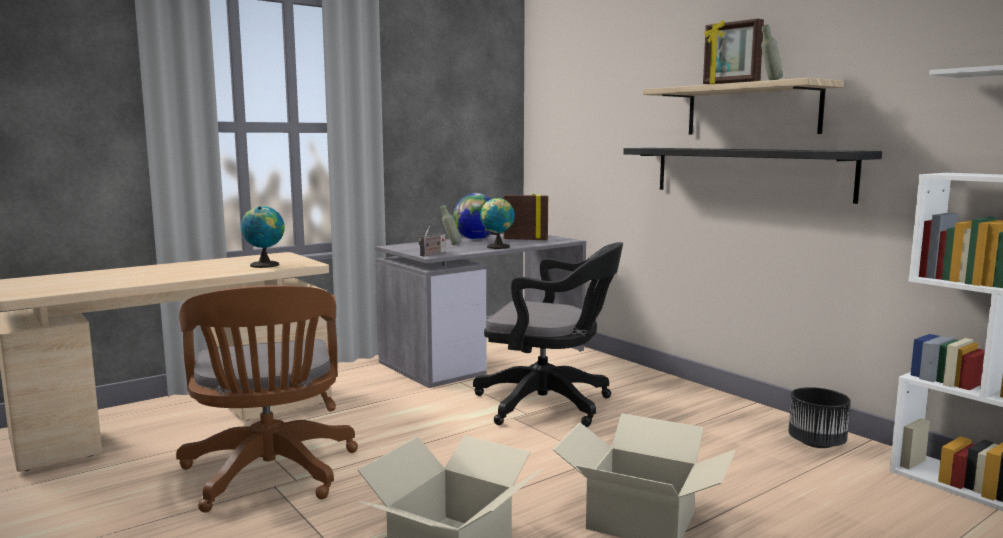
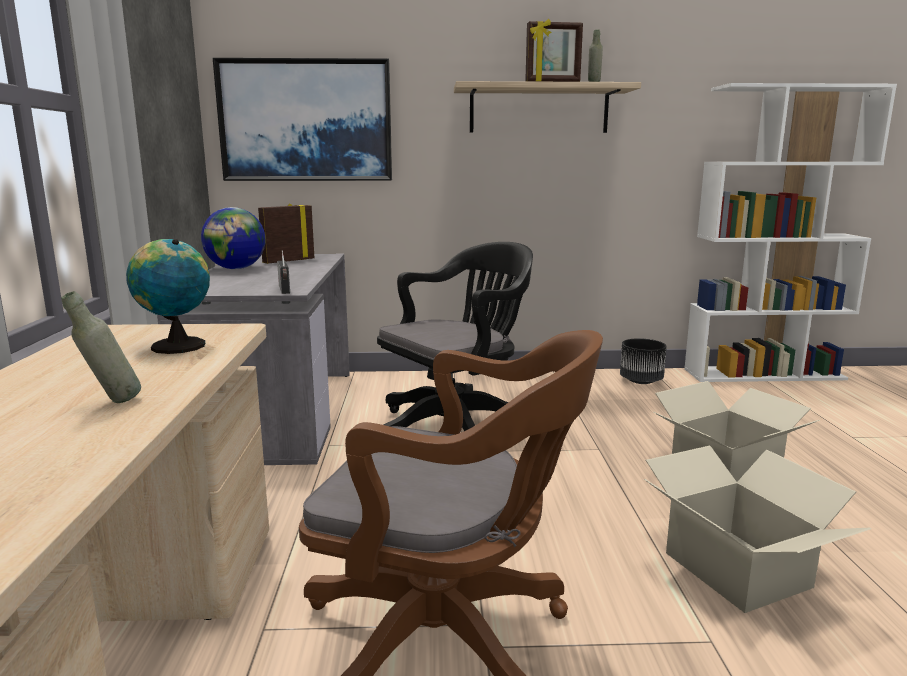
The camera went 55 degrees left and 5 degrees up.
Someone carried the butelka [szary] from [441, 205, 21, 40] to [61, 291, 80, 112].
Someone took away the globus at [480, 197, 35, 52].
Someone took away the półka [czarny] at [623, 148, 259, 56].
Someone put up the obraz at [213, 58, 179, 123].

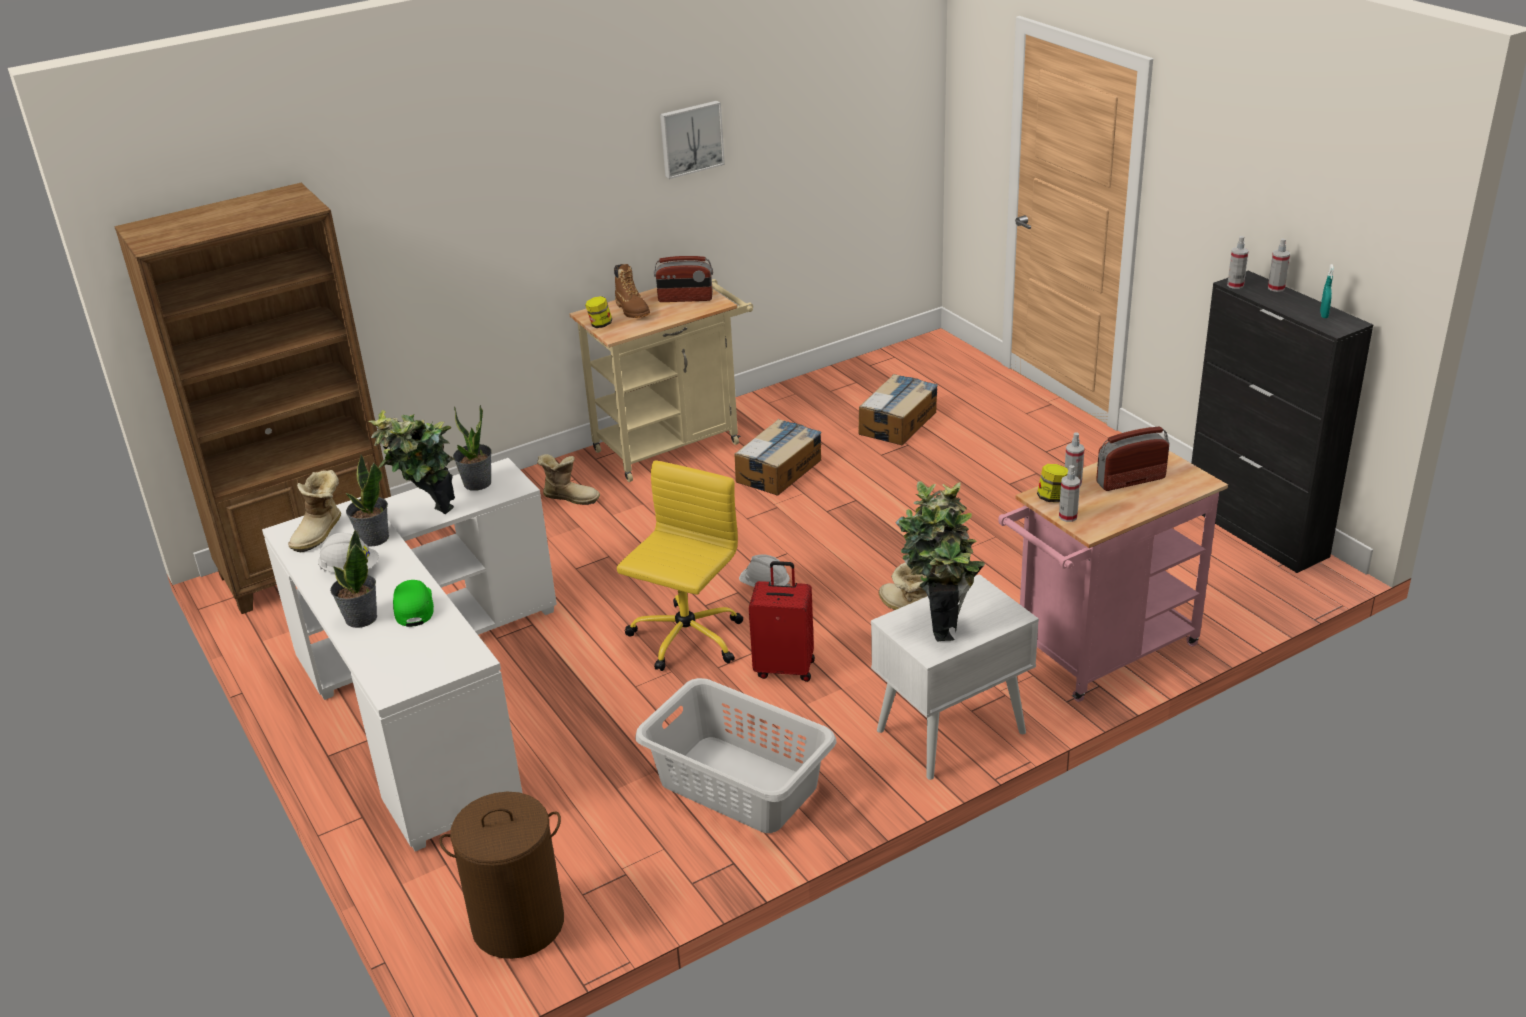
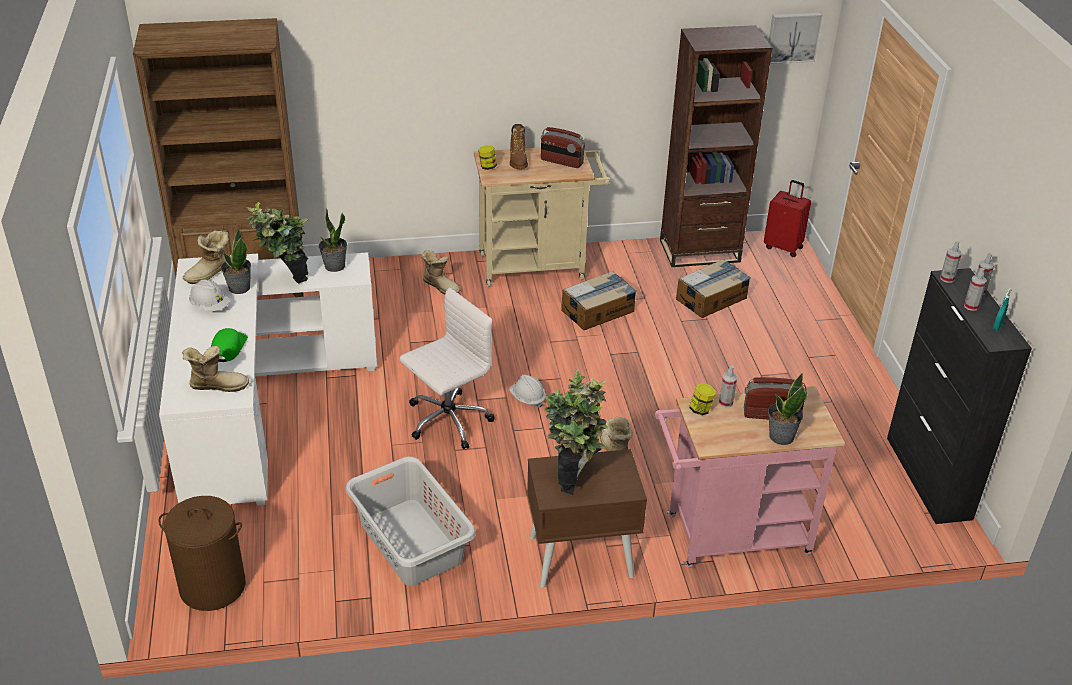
The camera went 20 degrees right and 5 degrees up.
Someone carried the roślina doniczkowa from [330, 530, 47, 98] to [768, 374, 39, 71].
Someone repainted the krzesło biurowe [żółty] at [617, 461, 126, 210], which became the krzesło biurowe [biały] at [400, 287, 95, 163].
Someone carried the obraz from [660, 101, 65, 78] to [769, 13, 54, 51].
Someone carried the walizka [czerwony] from [749, 561, 66, 121] to [764, 180, 47, 77].
Someone repainted the szafka nocna [biały] at [871, 574, 168, 206], which became the szafka nocna [brązowy] at [527, 449, 120, 139].
Someone carried the spryskiwacz from [1059, 465, 21, 57] to [964, 268, 23, 43].
Someone put down the but z cholewką at [182, 346, 67, 46].
Someone put down the regał [brązowy] at [660, 25, 112, 242].

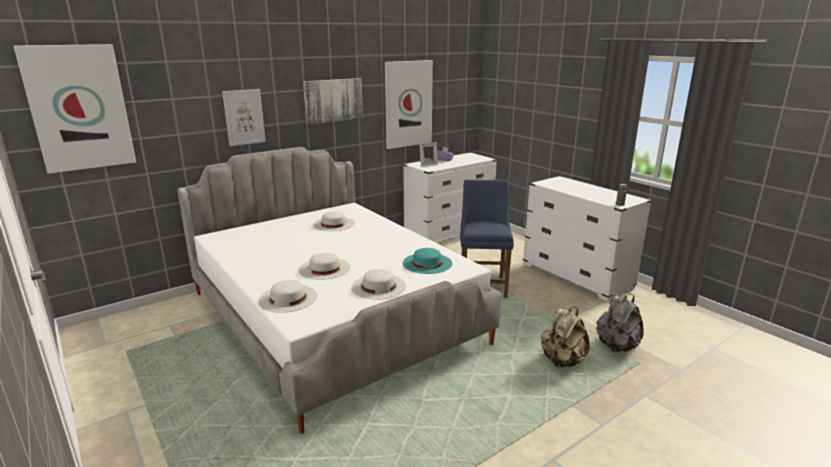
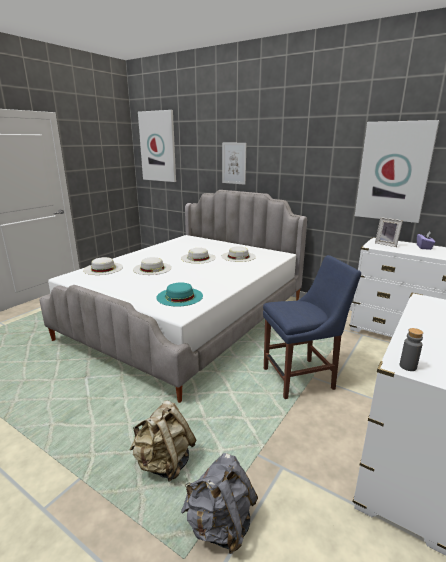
The camera went 70 degrees right and 0 degrees up.
Someone took away the obraz at [303, 78, 60, 46].
Someone carried the kapelusz [biały] from [351, 269, 55, 31] to [181, 248, 35, 15].

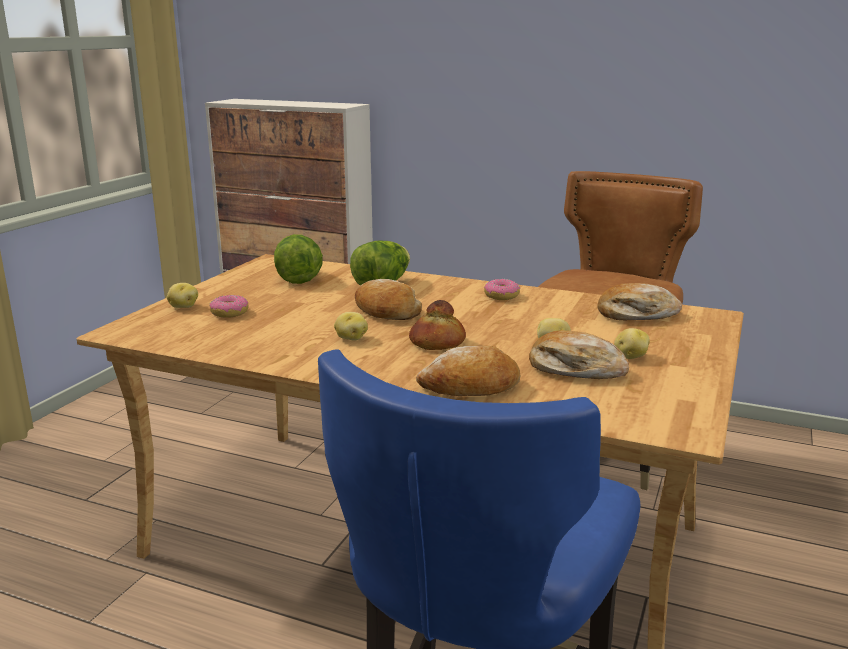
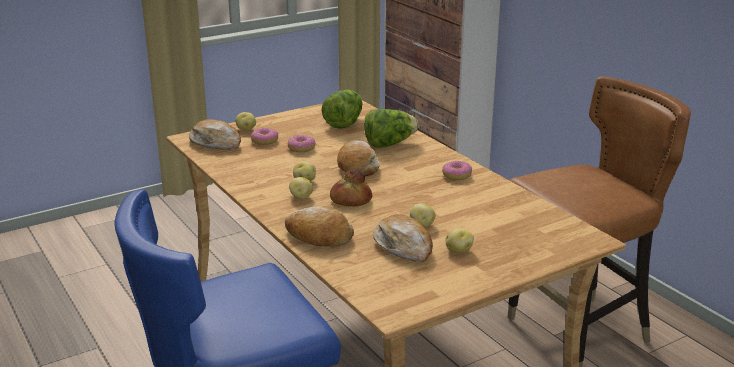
The camera went 35 degrees right and 5 degrees up.
Someone carried the chleb from [598, 283, 84, 37] to [189, 119, 52, 31].
Someone put down the donut at [288, 135, 28, 17].
Someone put down the ziemniak at [289, 177, 24, 22].

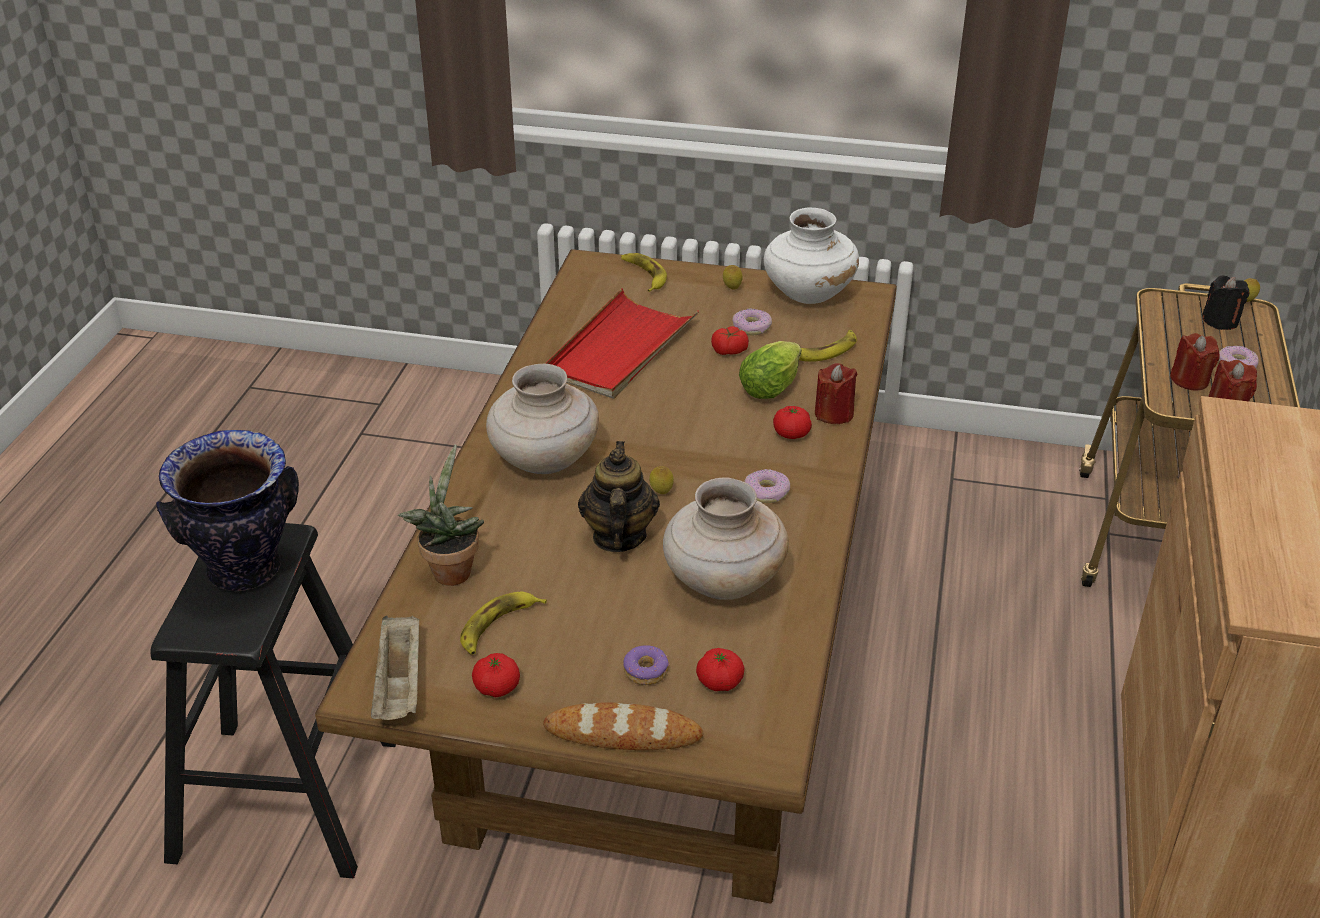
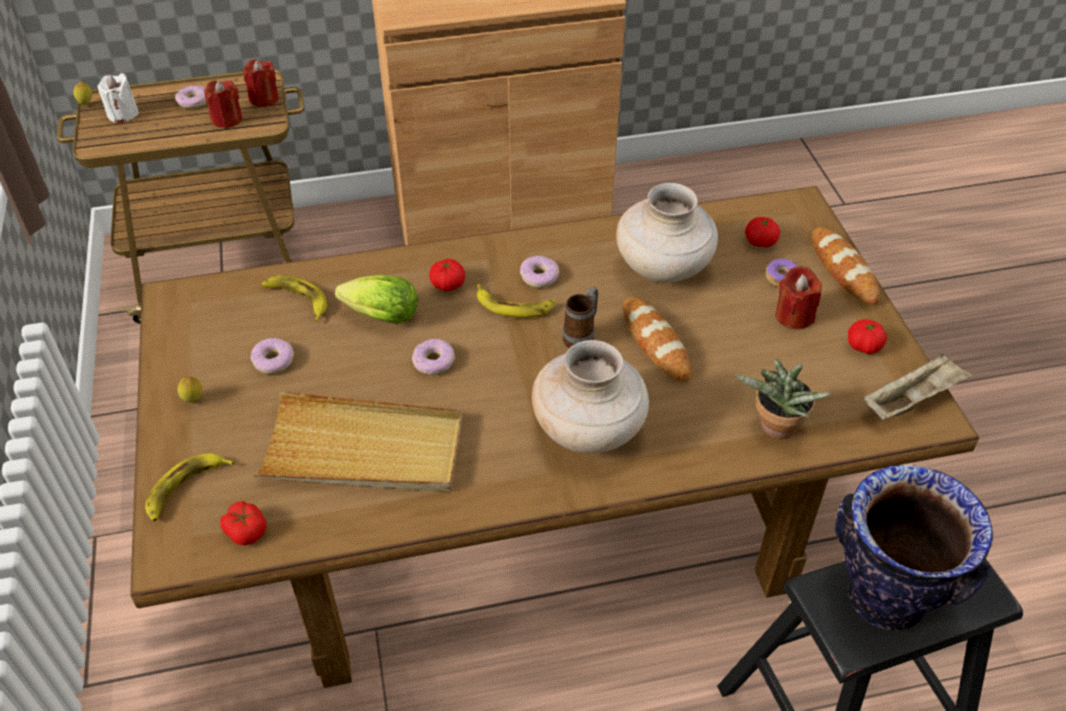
The camera went 115 degrees left and 10 degrees up.
Someone carried the banan from [460, 592, 87, 63] to [477, 284, 79, 34].
Someone repainted the taca [czerwony] at [545, 288, 154, 111], which became the taca [beżowy] at [253, 392, 209, 100].
Someone swapped the imbryk at [578, 441, 82, 111] for the chleb at [623, 297, 68, 85].
Someone swapped the cytryna at [649, 466, 25, 28] for the kubek at [563, 287, 35, 61].
Someone carried the pomidor from [711, 326, 38, 29] to [220, 501, 46, 44].
Someone took away the wazon [biały] at [764, 208, 95, 96].
Someone carried the świeca [czerwony] from [815, 363, 42, 61] to [776, 266, 46, 63].
Someone repainted the świeca [czarny] at [1202, 276, 48, 54], which became the świeca [biały] at [97, 73, 42, 50].
Someone put down the donut at [412, 339, 43, 36].

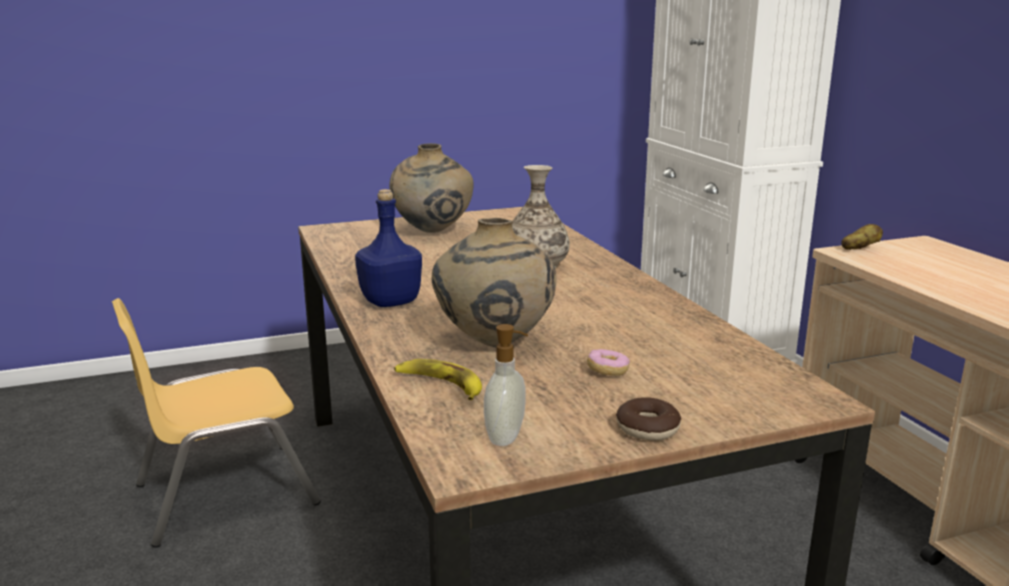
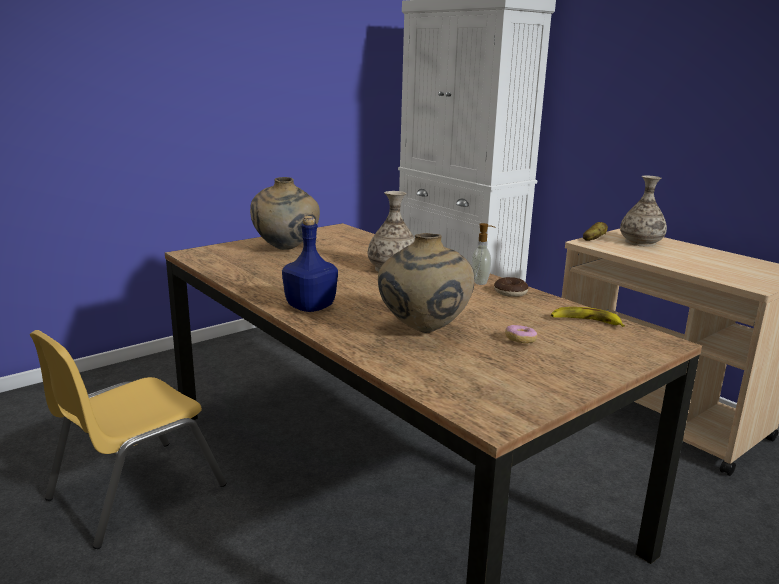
The camera went 20 degrees left and 0 degrees up.
Someone carried the banan from [394, 359, 88, 41] to [551, 307, 74, 20].
Someone carried the dozownik mydła from [484, 324, 44, 122] to [471, 223, 24, 62].
Someone carried the donut from [616, 397, 65, 44] to [494, 277, 34, 20].
Someone put down the wazon at [620, 176, 47, 71].

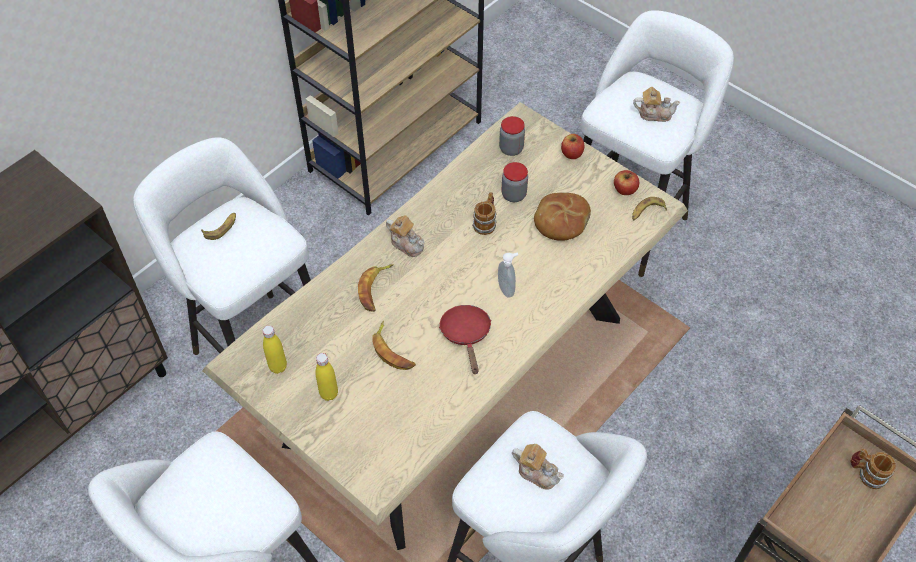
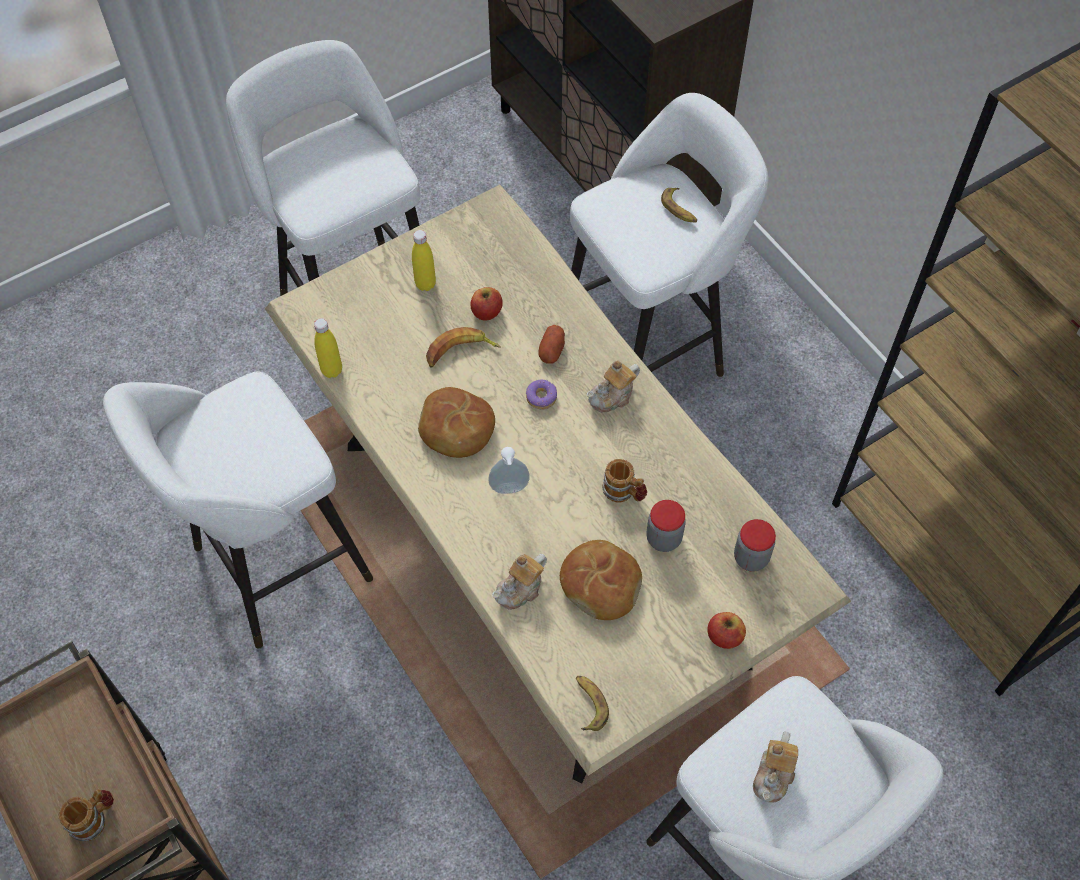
The camera went 105 degrees right and 5 degrees up.
Someone carried the butelka [żółty] from [262, 325, 25, 49] to [314, 318, 28, 60].
Someone swapped the banan at [358, 264, 36, 48] for the ziemniak at [539, 325, 26, 39].
Someone swapped the patelnia [czerwony] at [439, 305, 53, 69] for the chleb at [418, 387, 77, 71].
Someone carried the imbryk from [512, 444, 52, 45] to [492, 554, 55, 56].
Someone carried the jabłko from [614, 170, 25, 25] to [470, 287, 33, 34].
Someone put down the donut at [526, 380, 31, 30].

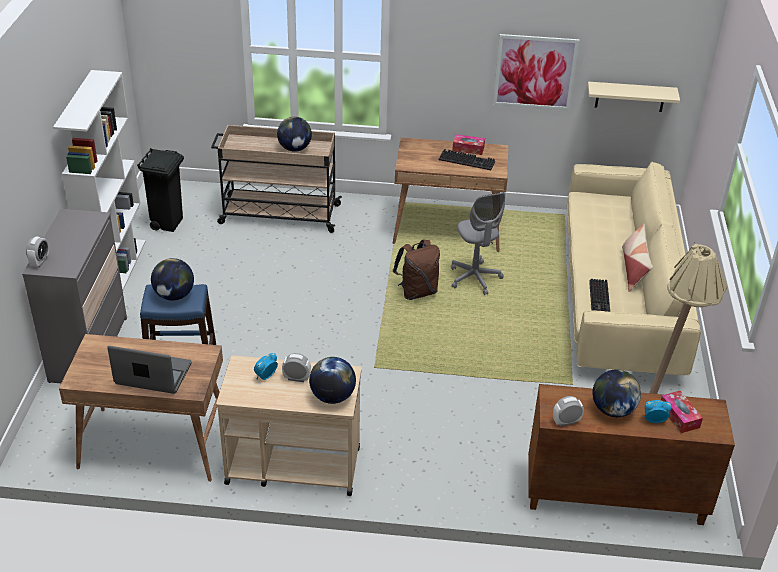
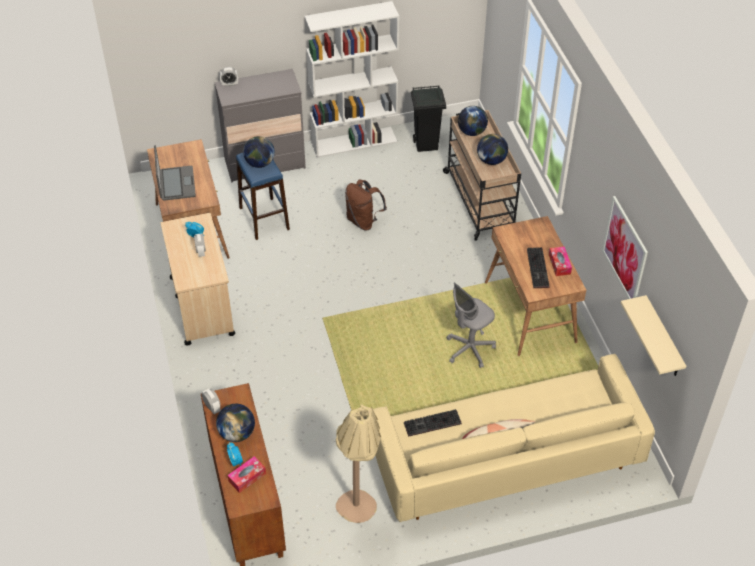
The camera went 70 degrees right and 10 degrees up.
Someone carried the globus from [309, 357, 47, 47] to [458, 106, 30, 30].
Someone carried the plecak [brązowy] from [393, 239, 47, 61] to [345, 180, 42, 50].

